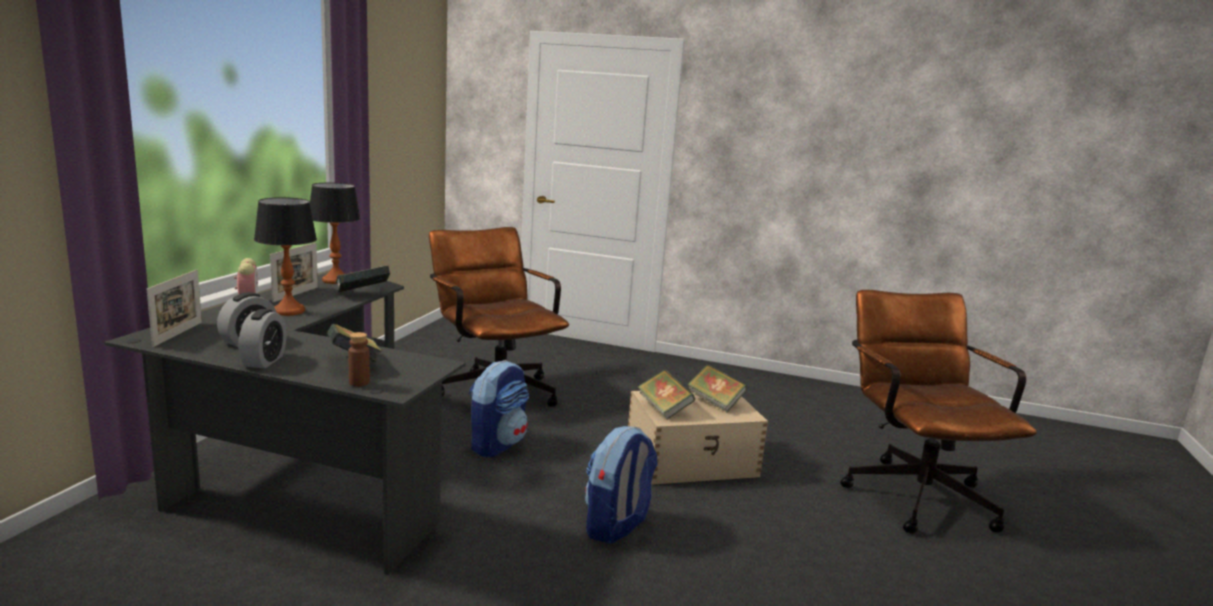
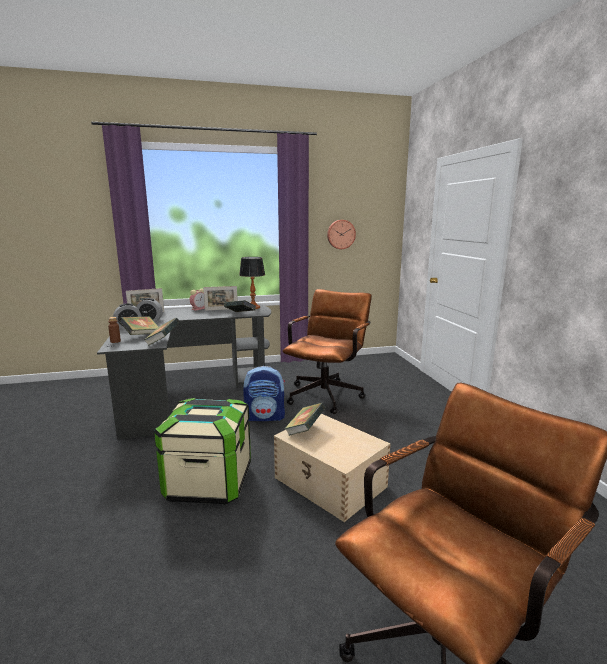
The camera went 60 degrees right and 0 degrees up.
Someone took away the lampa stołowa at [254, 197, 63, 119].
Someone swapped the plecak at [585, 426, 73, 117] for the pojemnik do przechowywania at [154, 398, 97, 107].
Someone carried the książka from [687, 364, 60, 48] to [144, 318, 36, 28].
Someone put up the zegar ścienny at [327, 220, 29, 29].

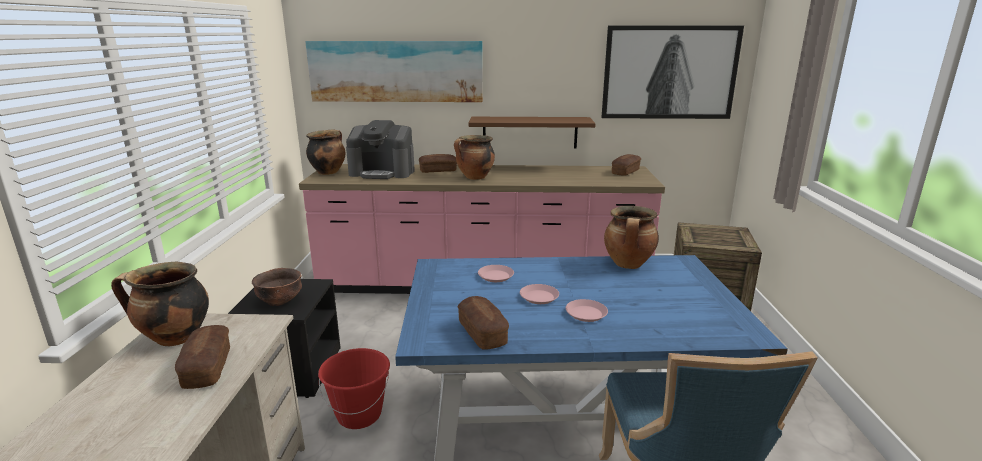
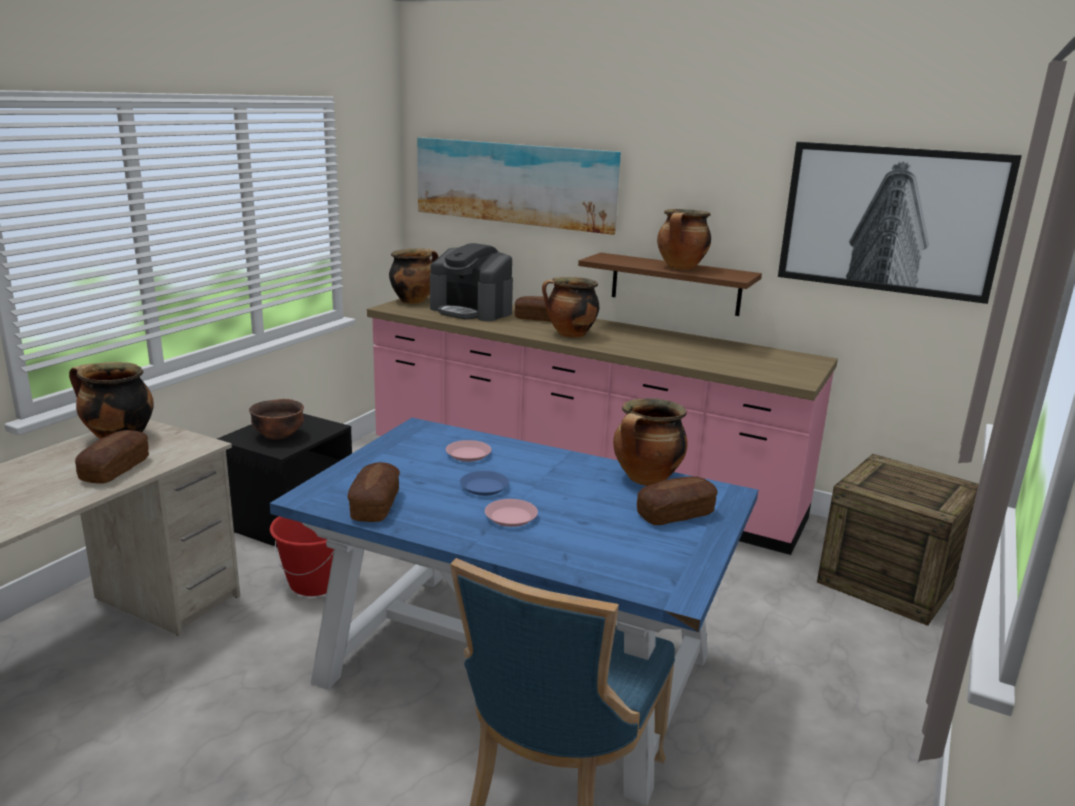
The camera went 25 degrees right and 0 degrees up.
Someone repainted the talerz [różowy] at [520, 284, 39, 20], which became the talerz [niebieski] at [460, 471, 49, 25].
Someone carried the chleb from [612, 154, 29, 22] to [637, 476, 80, 49].
Someone put down the garnek at [657, 209, 54, 61].

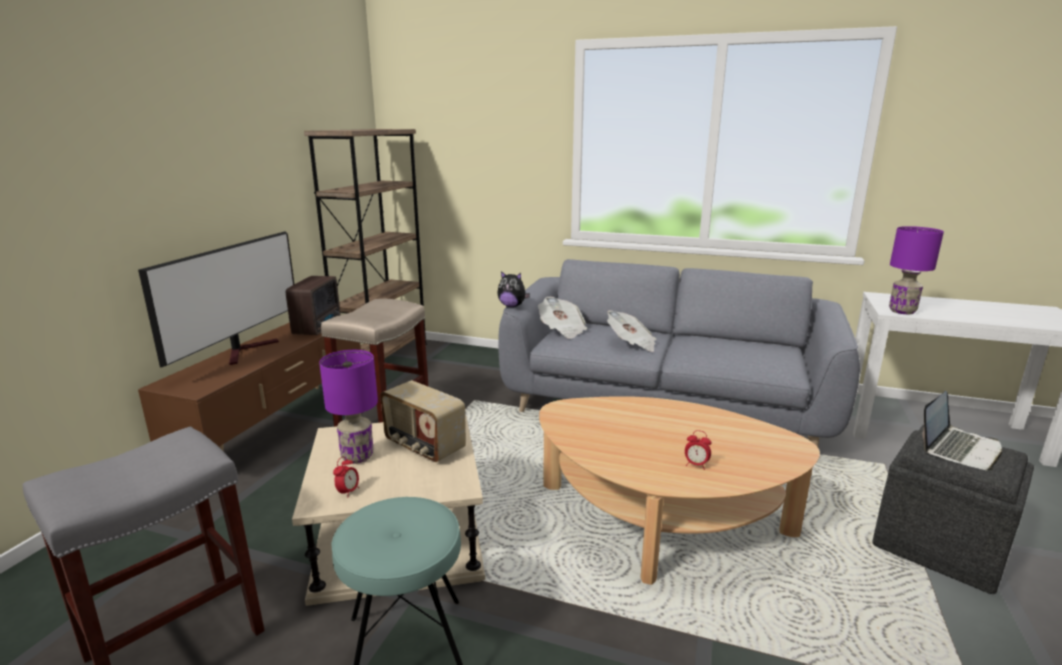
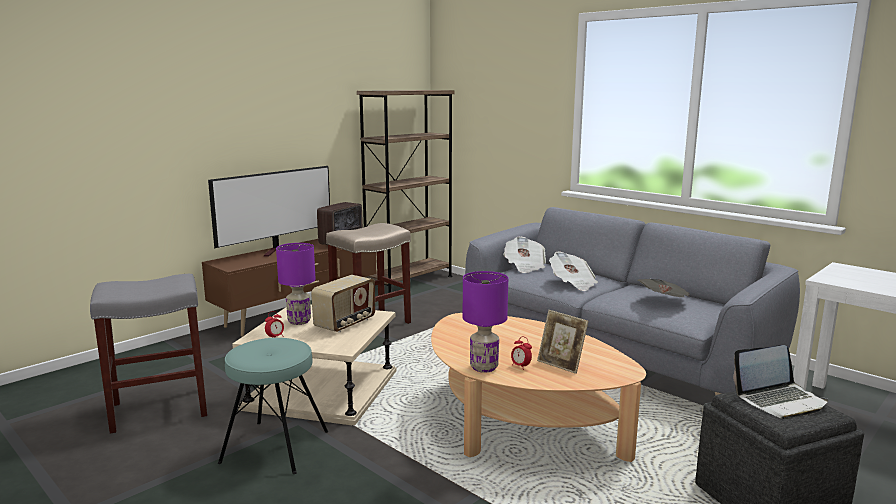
The camera went 25 degrees right and 5 degrees down.
Someone rotated the radio at [380, 380, 86, 82] by 120 degrees counterclockwise.
Someone took away the pluszak at [497, 271, 33, 36].
Someone carried the lampa stołowa [fioletowy] from [889, 226, 55, 88] to [463, 271, 45, 102].
Someone put down the ramka na zdjęcie at [537, 310, 51, 64].
Someone put down the gazeta at [637, 279, 53, 18].

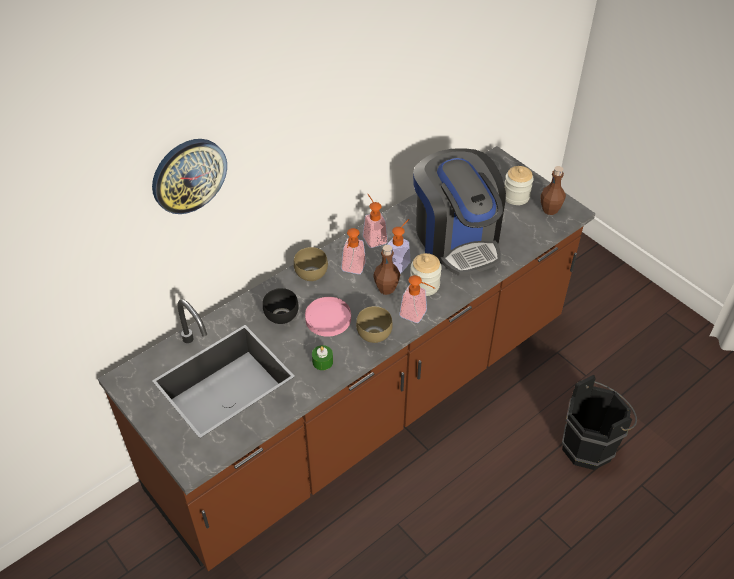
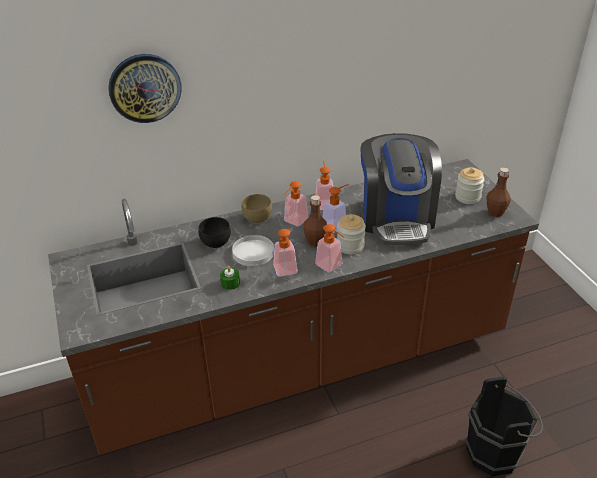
The camera went 20 degrees right and 10 degrees down.
Someone repainted the talerz [różowy] at [305, 297, 46, 40], which became the talerz [biały] at [232, 235, 42, 31].
Someone swapped the miska [brązowy] at [356, 306, 37, 37] for the dozownik mydła at [273, 229, 25, 48].

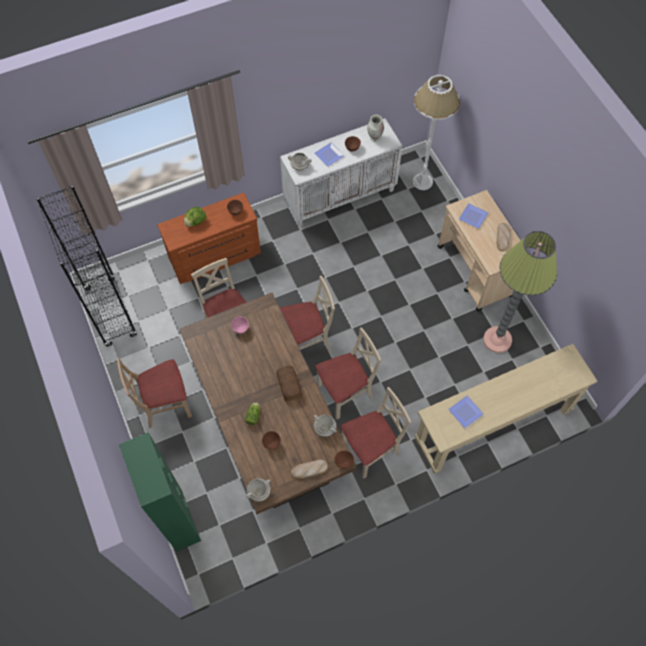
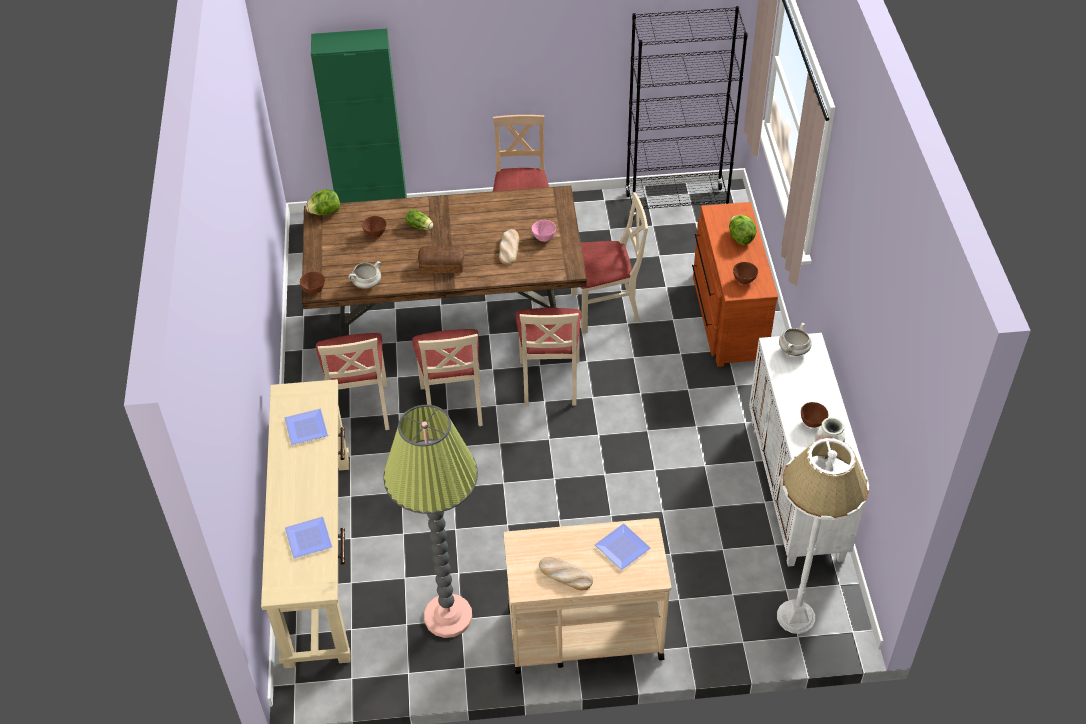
The camera went 110 degrees right and 15 degrees down.
Someone swapped the garnek [biały] at [246, 478, 25, 24] for the sałata at [306, 189, 34, 26].
Someone carried the chleb from [291, 460, 37, 18] to [499, 229, 21, 35].
Someone carried the talerz from [314, 142, 30, 25] to [285, 517, 48, 41].

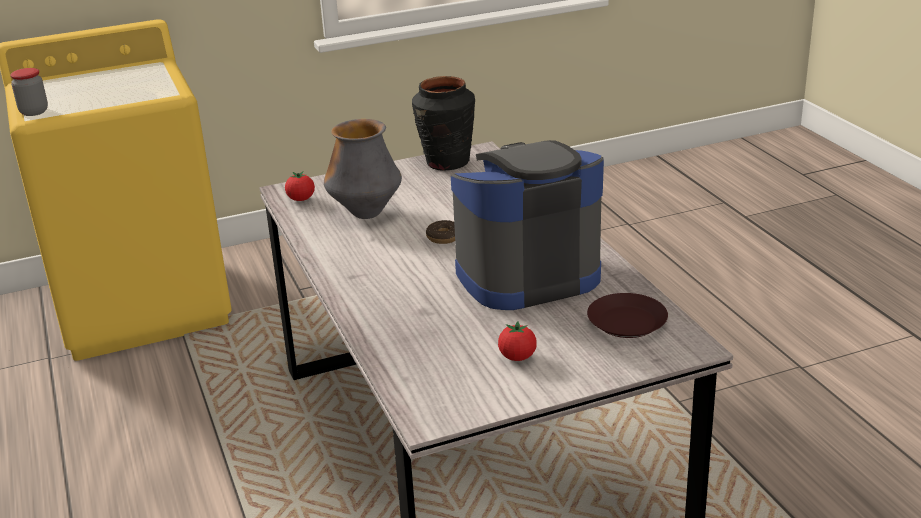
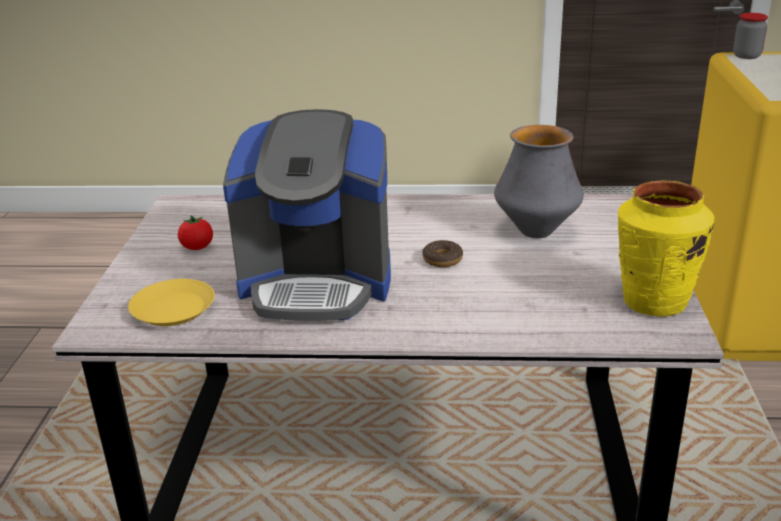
The camera went 115 degrees right and 0 degrees up.
Someone took away the pomidor at [285, 172, 30, 29].
Someone repainted the wazon [czarny] at [412, 76, 63, 95], which became the wazon [żółty] at [618, 180, 96, 137].
Someone rotated the ekspres do kawy at [451, 140, 153, 170] by 90 degrees clockwise.
Someone repainted the talerz [brązowy] at [587, 293, 81, 45], which became the talerz [żółty] at [128, 279, 87, 47].

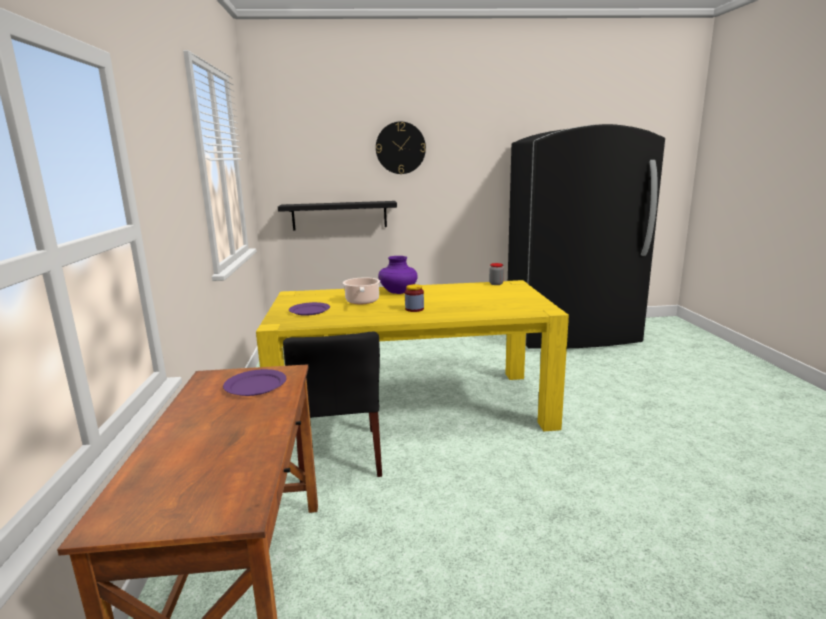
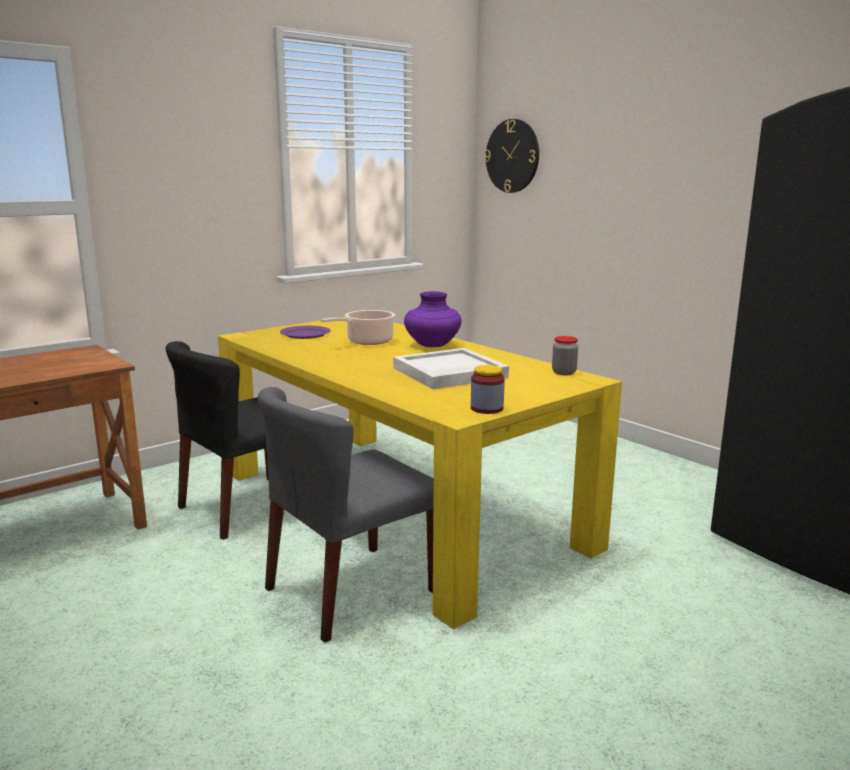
The camera went 55 degrees right and 0 degrees up.
Someone took away the talerz [fioletowy] at [223, 369, 63, 27].
Someone took away the półka [czarny] at [278, 201, 119, 30].
Someone carried the zegar ścienny from [376, 121, 50, 53] to [484, 119, 55, 74].
Someone carried the słoik from [405, 284, 19, 28] to [471, 365, 34, 49].
Someone put down the krzesło [szary] at [258, 387, 176, 256].
Someone put down the taca [biały] at [393, 348, 116, 41].

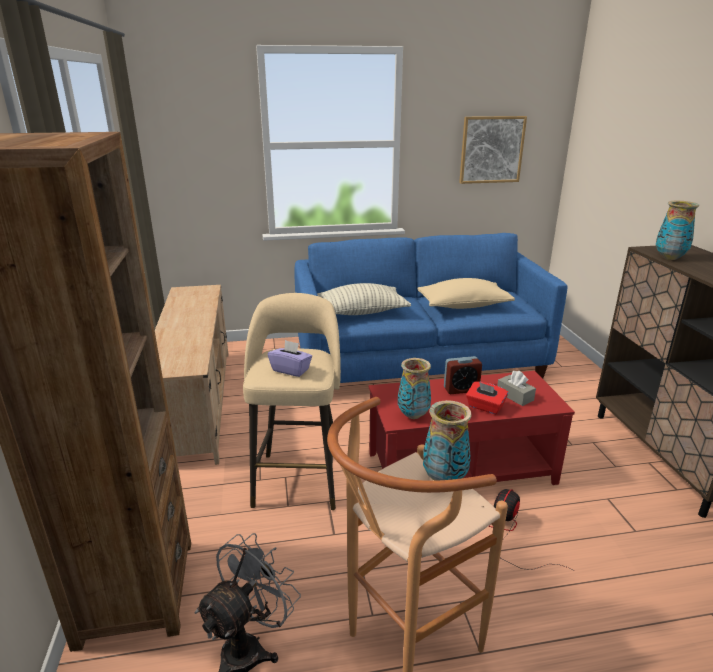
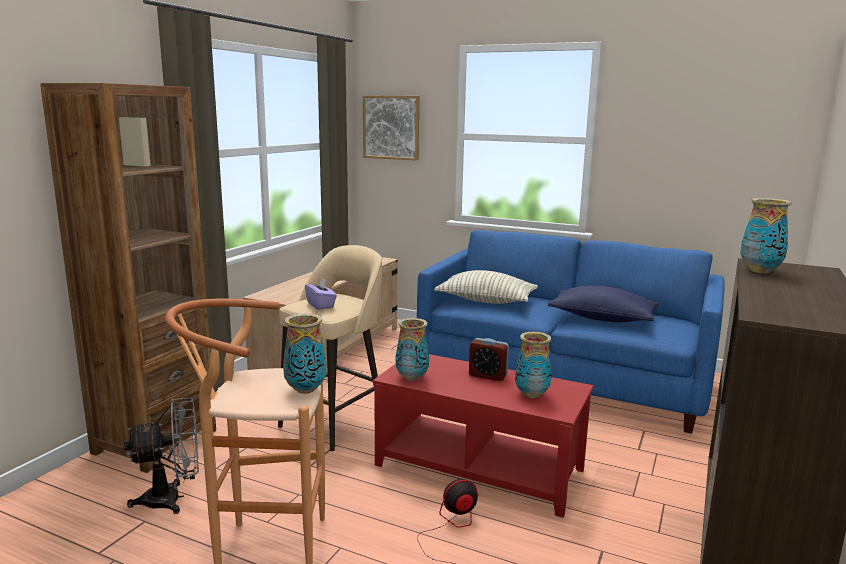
The camera went 35 degrees right and 10 degrees down.
Someone repainted the poduszka [beżowy] at [417, 278, 98, 31], which became the poduszka [niebieski] at [548, 286, 111, 37].
Someone carried the obraz from [459, 116, 68, 68] to [363, 96, 57, 65].
Someone took away the pudełko chusteczek [czerwony] at [466, 382, 42, 32].
Someone swapped the pudełko chusteczek [szary] at [497, 371, 39, 35] for the wazon at [515, 332, 36, 66].

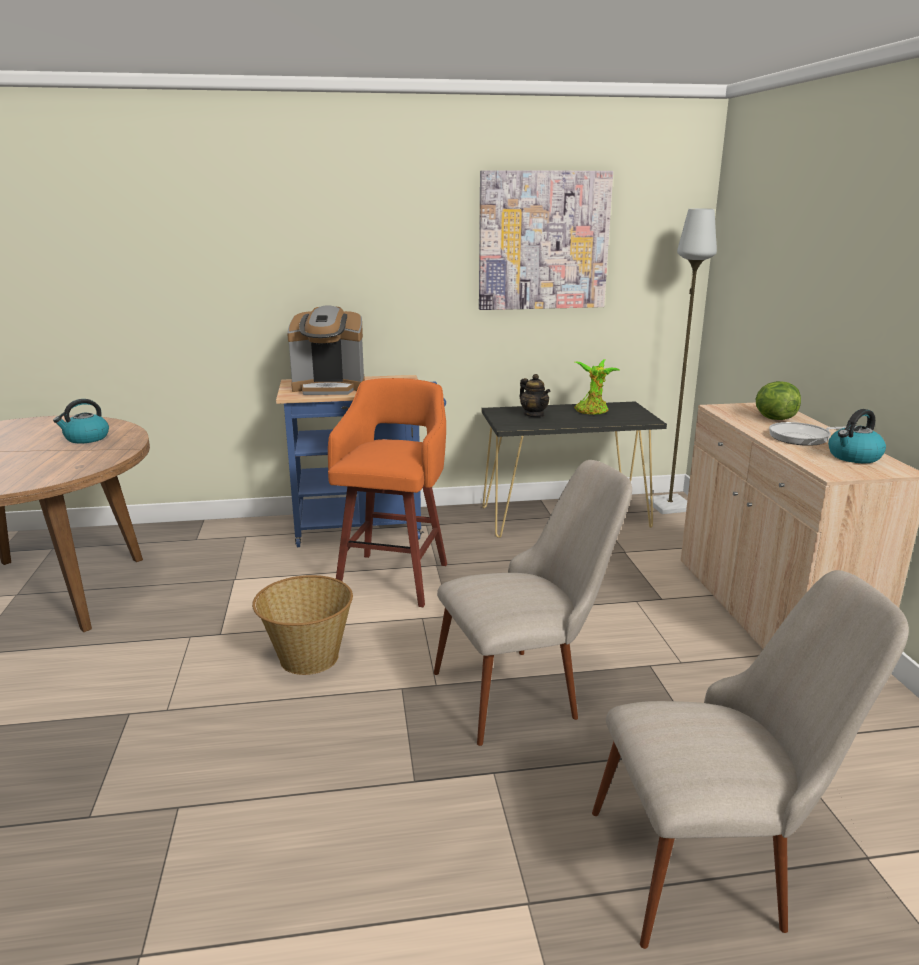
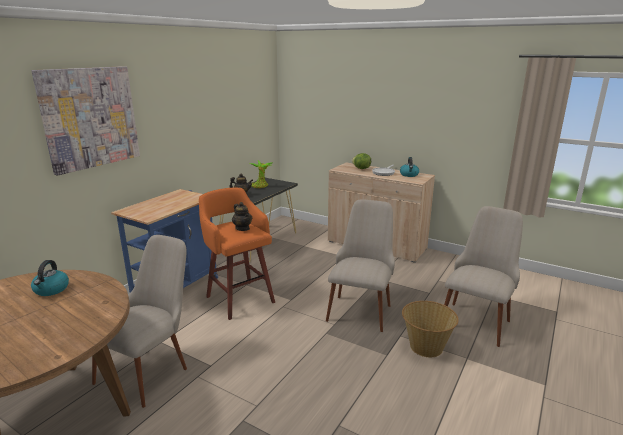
The camera went 50 degrees left and 0 degrees up.
Someone carried the koszyk from [252, 575, 101, 100] to [402, 301, 57, 56].
Someone took away the ekspres do kawy at [287, 306, 78, 89].
Someone carried the obraz from [479, 170, 134, 140] to [31, 66, 109, 110].
Someone took away the lampa stojąca [szary] at [648, 209, 69, 305].
Someone put down the krzesło [beżowy] at [92, 235, 95, 173].
Someone put down the imbryk at [232, 202, 20, 29].

